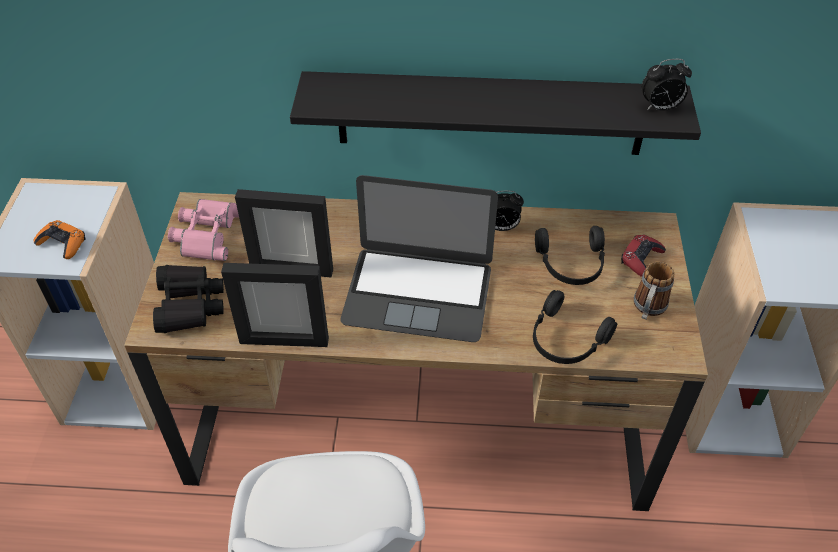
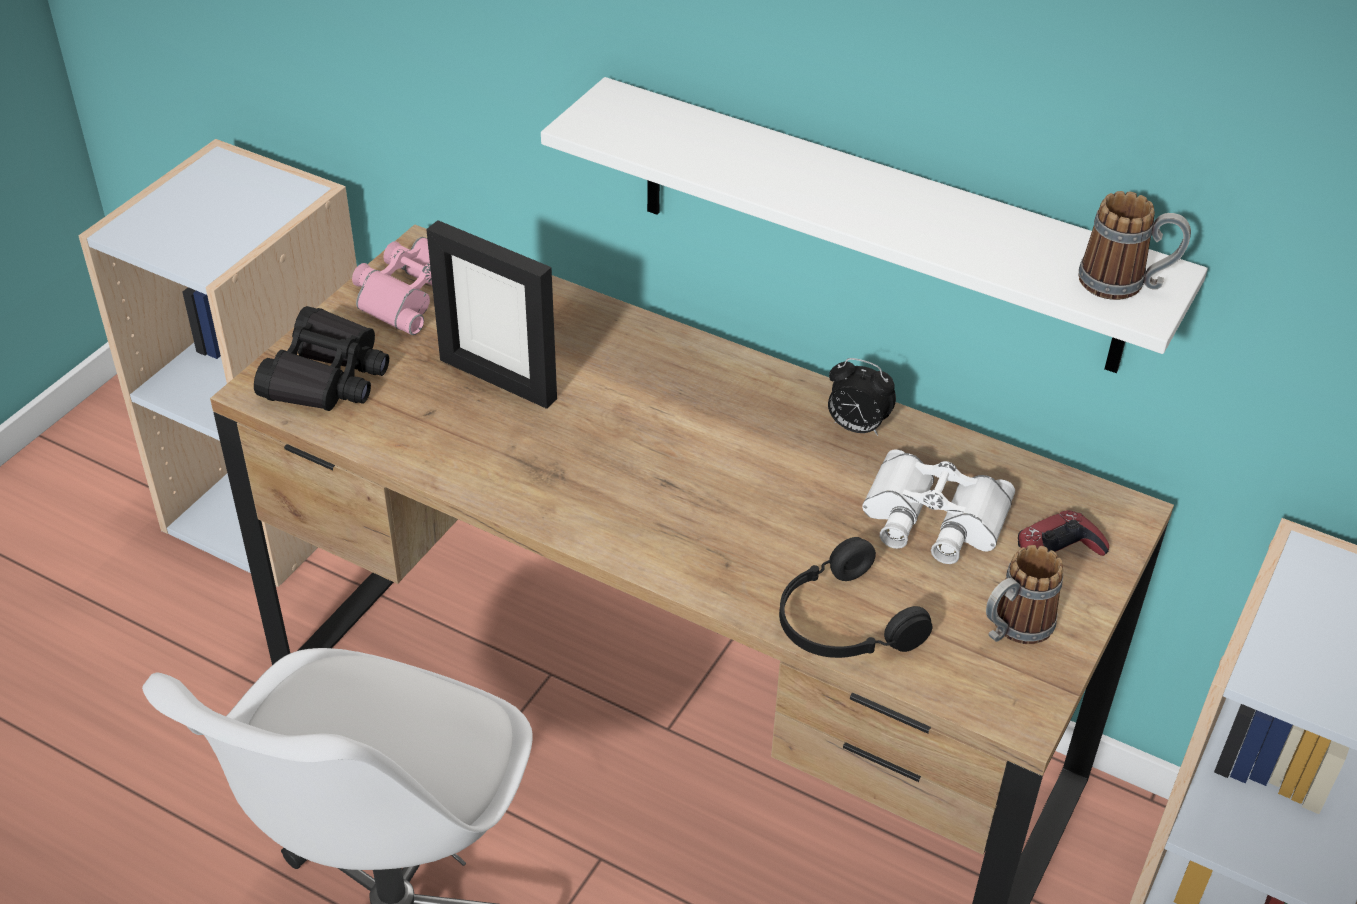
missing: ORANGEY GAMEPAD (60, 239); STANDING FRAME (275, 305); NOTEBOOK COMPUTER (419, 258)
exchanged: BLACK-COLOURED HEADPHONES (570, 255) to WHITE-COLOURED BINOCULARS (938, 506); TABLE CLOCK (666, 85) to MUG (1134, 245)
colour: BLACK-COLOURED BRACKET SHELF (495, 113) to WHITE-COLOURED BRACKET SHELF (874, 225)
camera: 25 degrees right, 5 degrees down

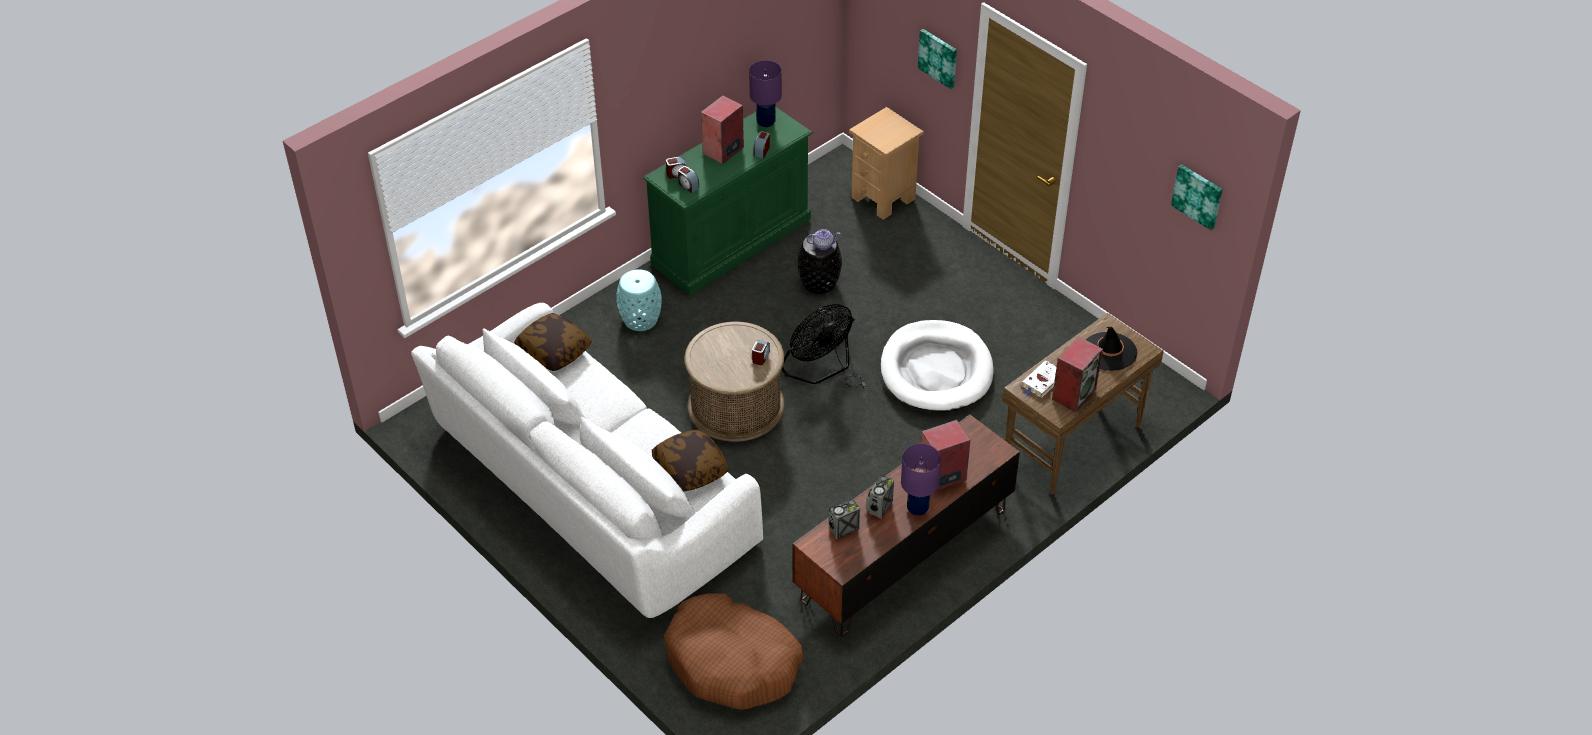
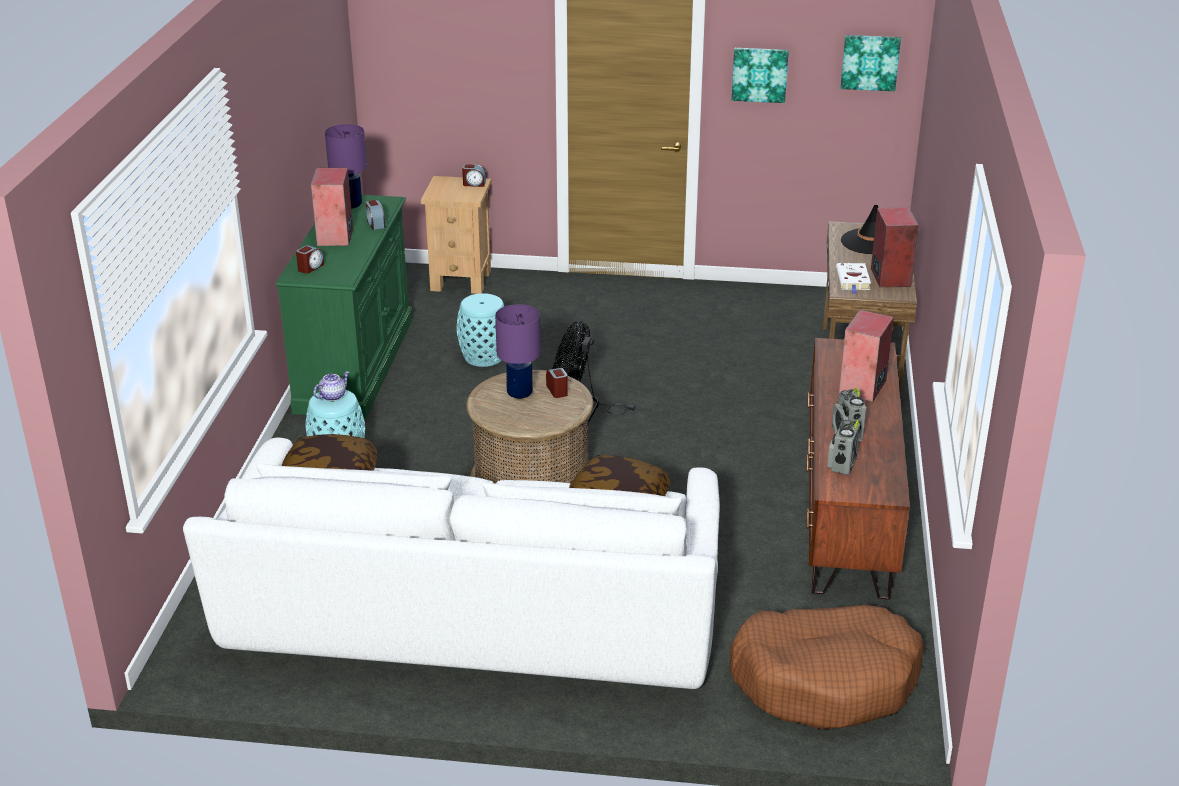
missing: WHITE-COLOURED DOG CUSHION (937, 366)
relocated: TABLE CLOCK (688, 179) to (474, 175); POT FOR TEA (823, 239) to (331, 386); PURPLE-COLOURED TABLE LAMP (921, 480) to (518, 351); WALL PICTURE (937, 59) to (760, 75)
colour: BLACK-COLOURED STOOL SEAT (820, 263) to TURQUOISE-COLOURED STOOL SEAT (480, 330)
camera: 40 degrees left, 15 degrees down

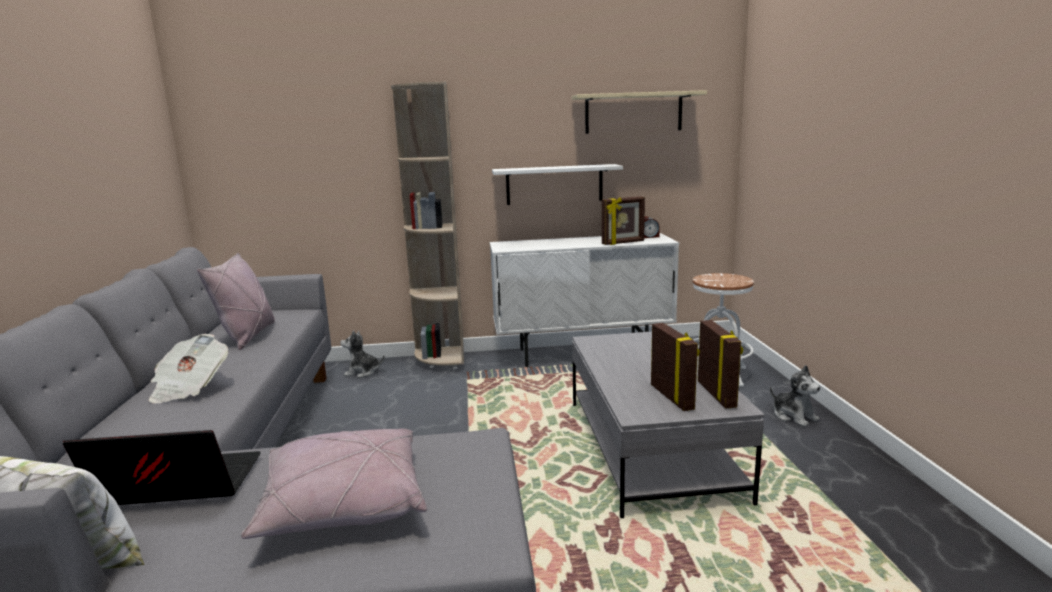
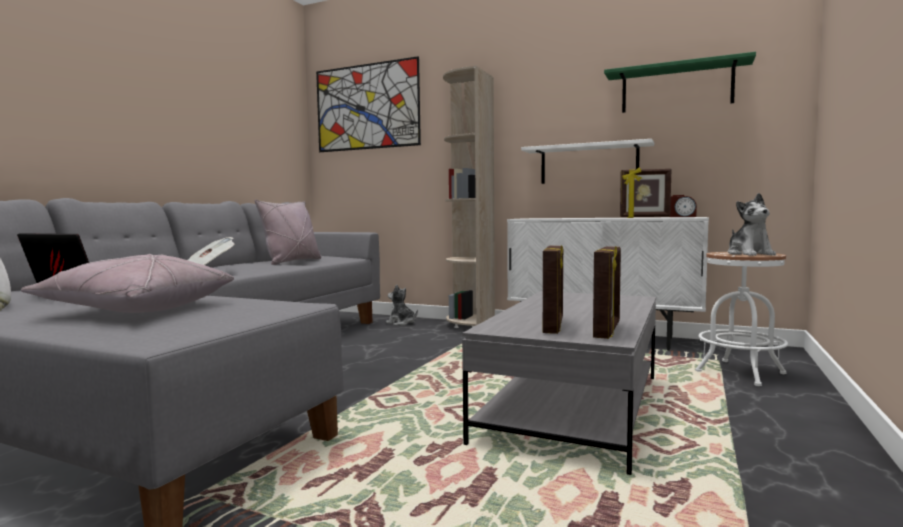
appeared: WALL PICTURE (368, 104)
relocated: PLUSH TOY (795, 396) to (752, 224)
colour: SAND-COLOURED BRACKET SHELF (639, 112) to GREENISH BRACKET SHELF (680, 82)
camera: 30 degrees right, 10 degrees down

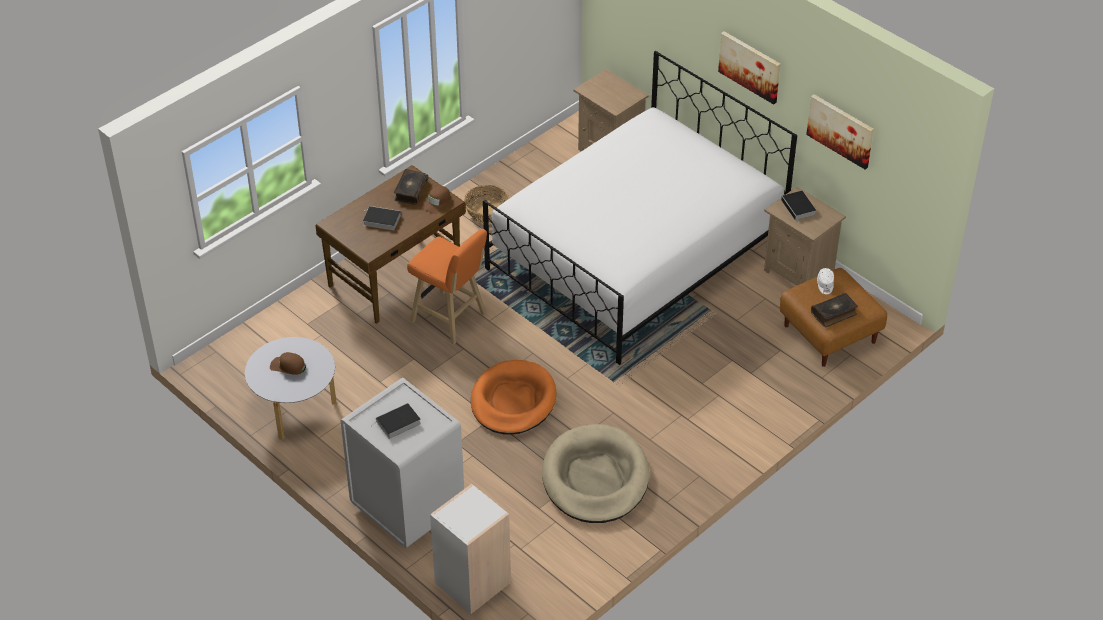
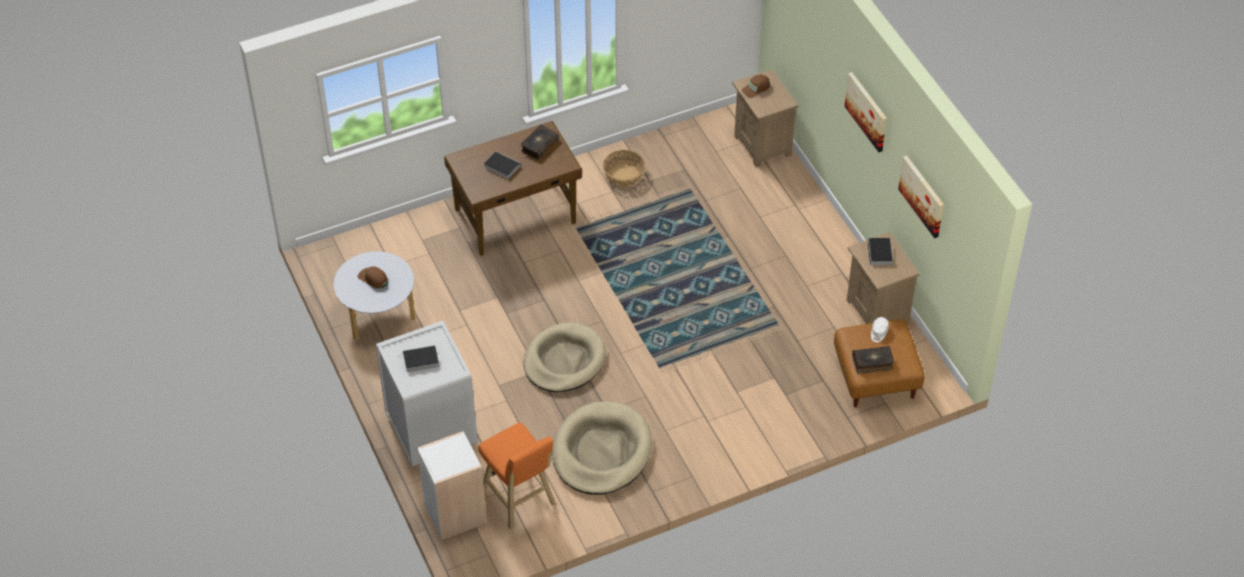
missing: WHITE-COLOURED SLEEPING BED (640, 208)
relocated: ORANGEY STOOL SEAT (447, 286) to (517, 476); BROWN-COLOURED PEAKED CAP (436, 200) to (756, 86)
colour: ORANGEY DOG CUSHION (514, 397) to SAND-COLOURED DOG CUSHION (564, 357)
camera: 20 degrees right, 5 degrees up

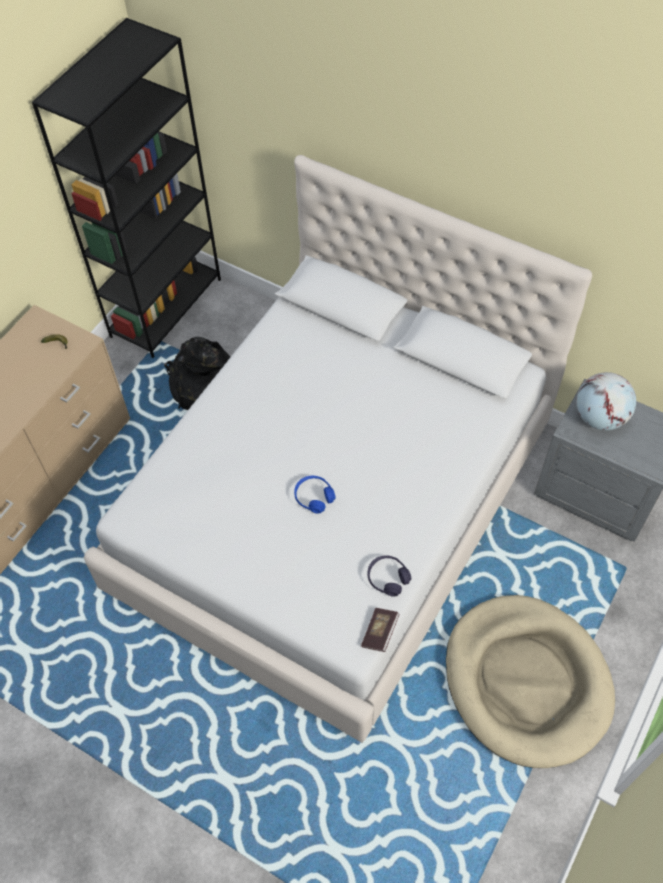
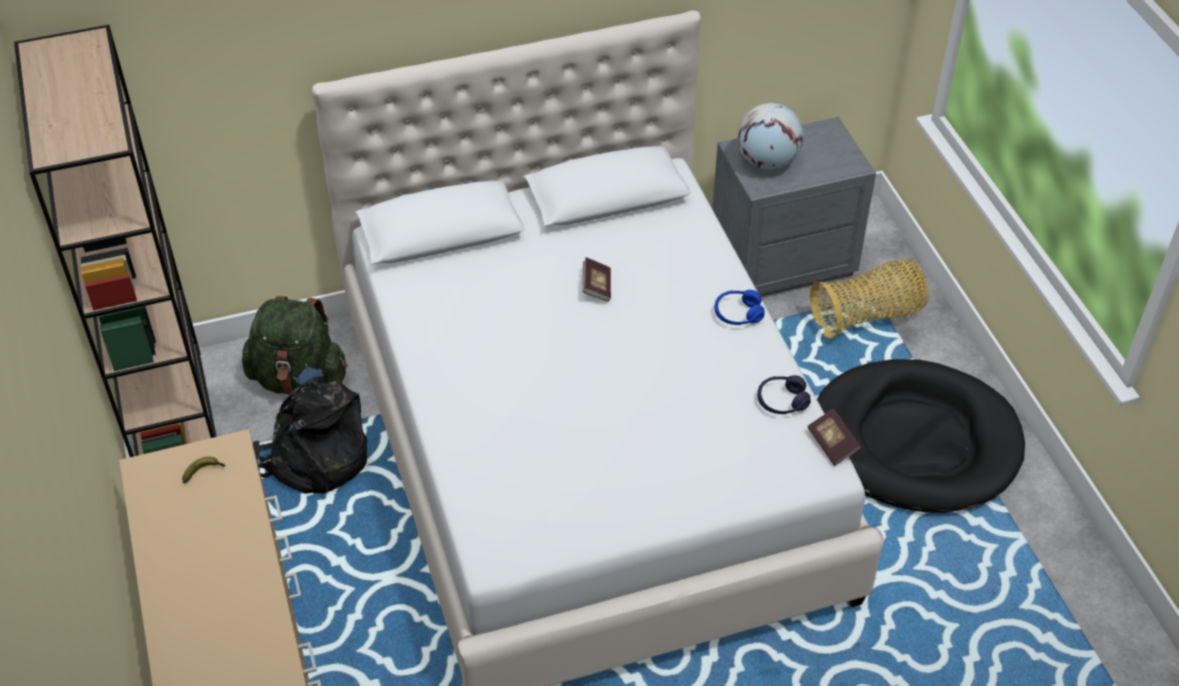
appeared: GREENISH RUCKSACK (295, 345); VOLUME (596, 279); BASKET (869, 298)
relocated: BLUE-COLOURED HEADPHONES (315, 495) to (740, 307)
colour: BLACK-COLOURED BOOKSHELF (126, 188) to SAND-COLOURED BOOKSHELF (115, 241); SAND-COLOURED DOG CUSHION (530, 681) to BLACK-COLOURED DOG CUSHION (921, 436)
camera: 50 degrees left, 10 degrees down

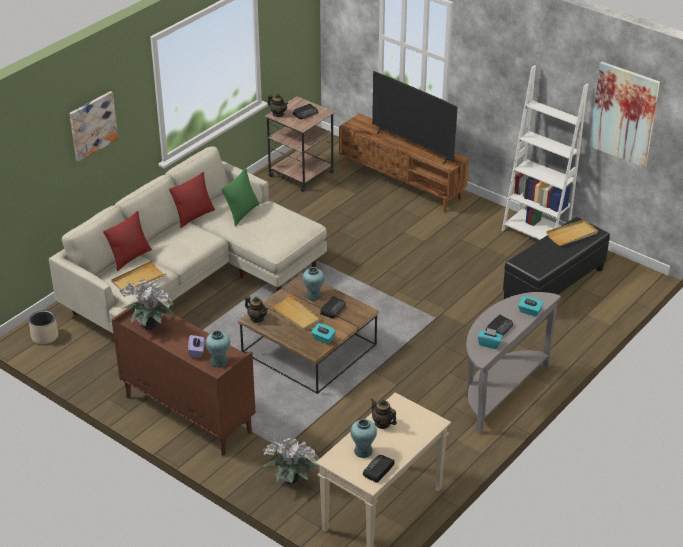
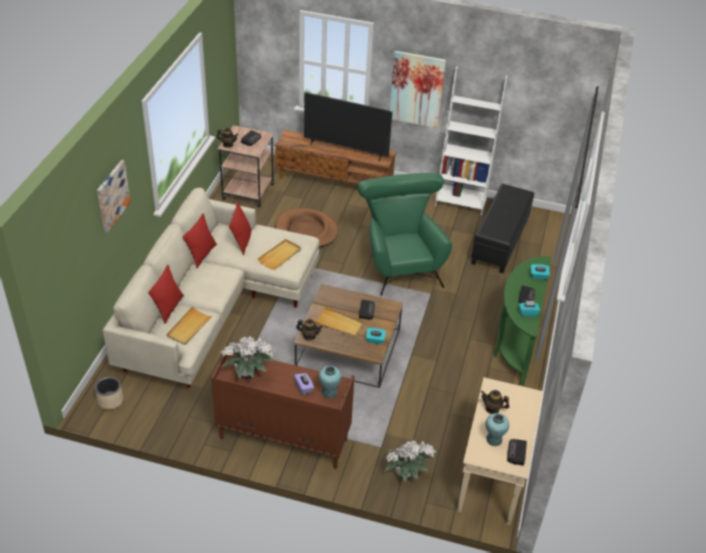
missing: TURQUOISE-COLOURED VASE (313, 283)
appeared: BROWN-COLOURED DOG CUSHION (306, 228); GREENISH ARMCHAIR (404, 234)
relocated: SAND-COLOURED TRAY (572, 232) to (279, 254); WALL PICTURE (624, 115) to (418, 89)
colour: GREENISH THROW PILLOW (240, 197) to RED THROW PILLOW (240, 228); GREYISH NARROW TABLE (513, 363) to GREENISH NARROW TABLE (522, 321)
camera: 25 degrees left, 5 degrees up

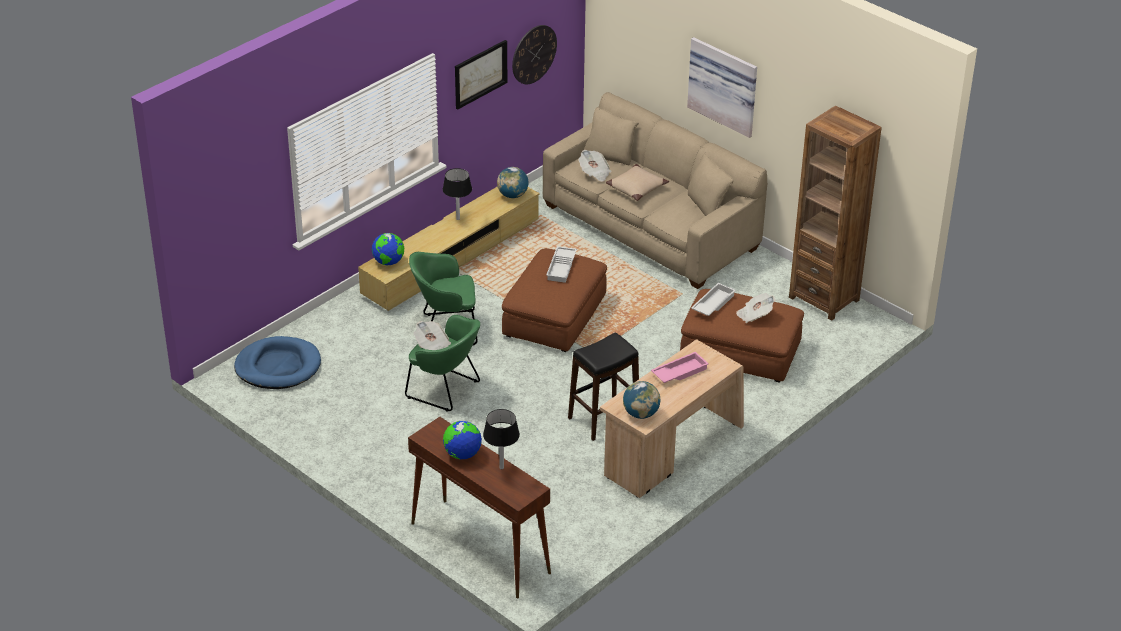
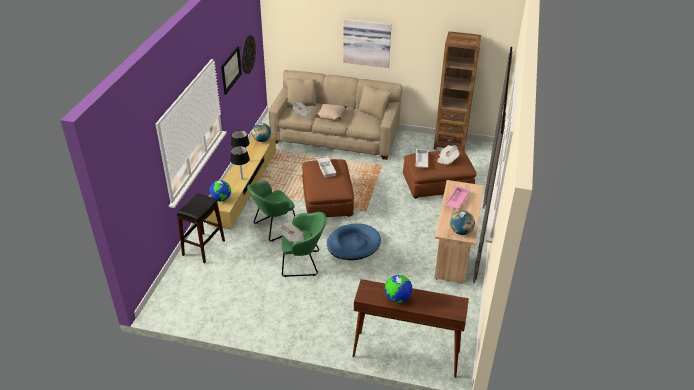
relocated: BLUE-COLOURED DOG CUSHION (277, 362) to (354, 242); BLACK-COLOURED TABLE LAMP (501, 439) to (240, 162); BLACK-COLOURED STOOL SEAT (603, 387) to (201, 228)
camera: 30 degrees left, 0 degrees up

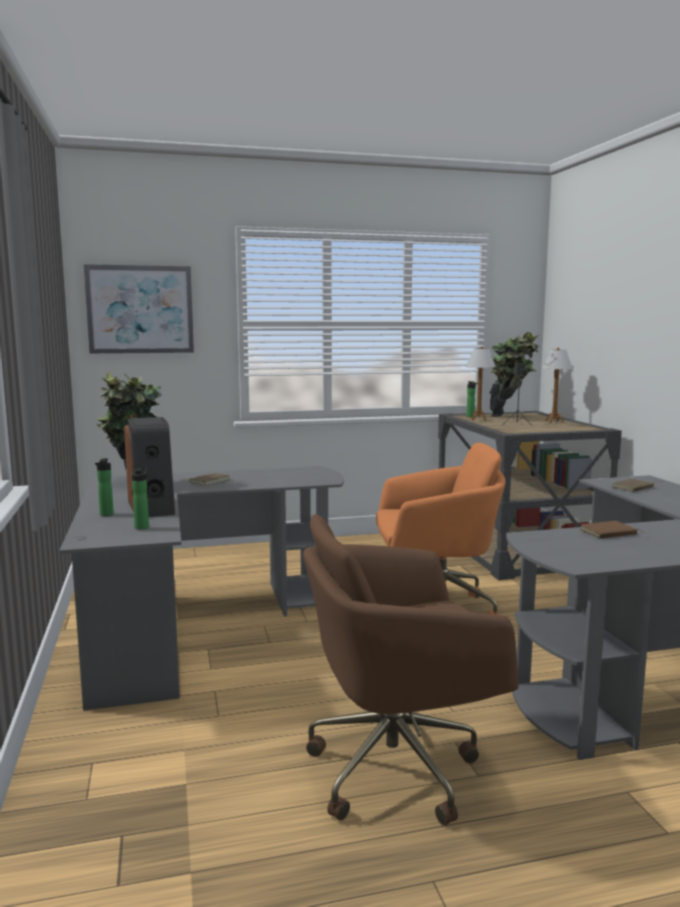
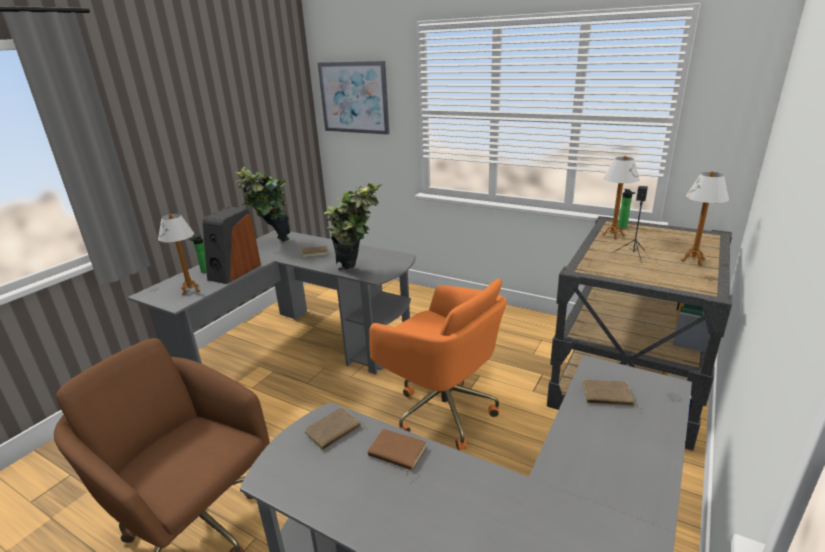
appeared: BROWN-COLOURED VOLUME (335, 428)
relocated: HOUSEPLANT (514, 374) to (353, 226)
exchanged: DRINK BOTTLE (140, 499) to TABLE LAMP (179, 254)
camera: 45 degrees right, 15 degrees up

